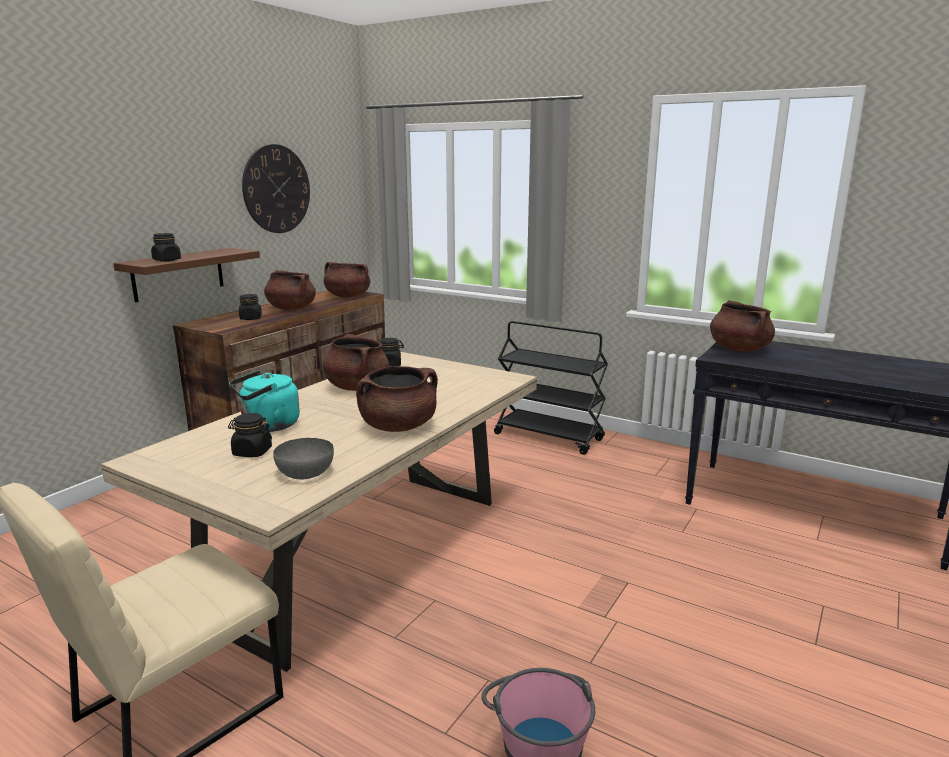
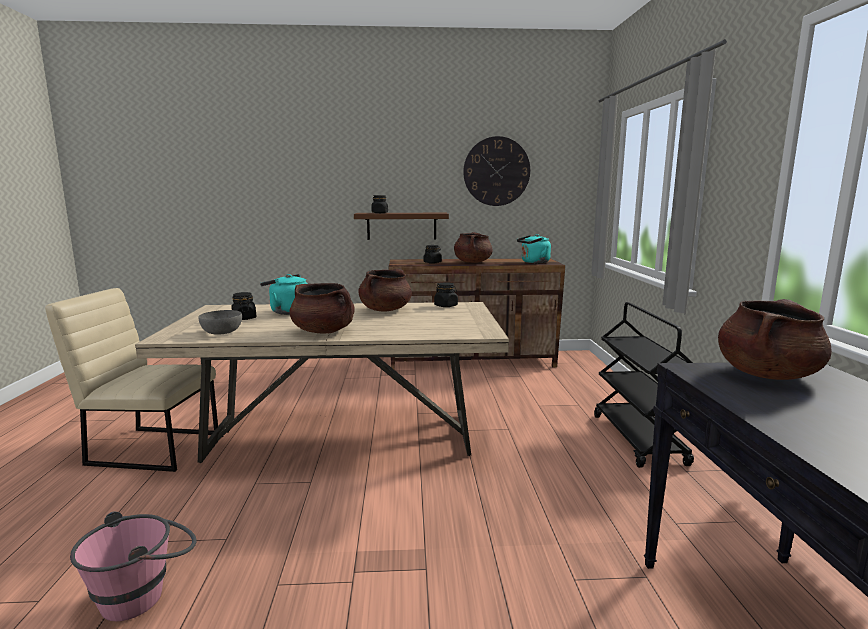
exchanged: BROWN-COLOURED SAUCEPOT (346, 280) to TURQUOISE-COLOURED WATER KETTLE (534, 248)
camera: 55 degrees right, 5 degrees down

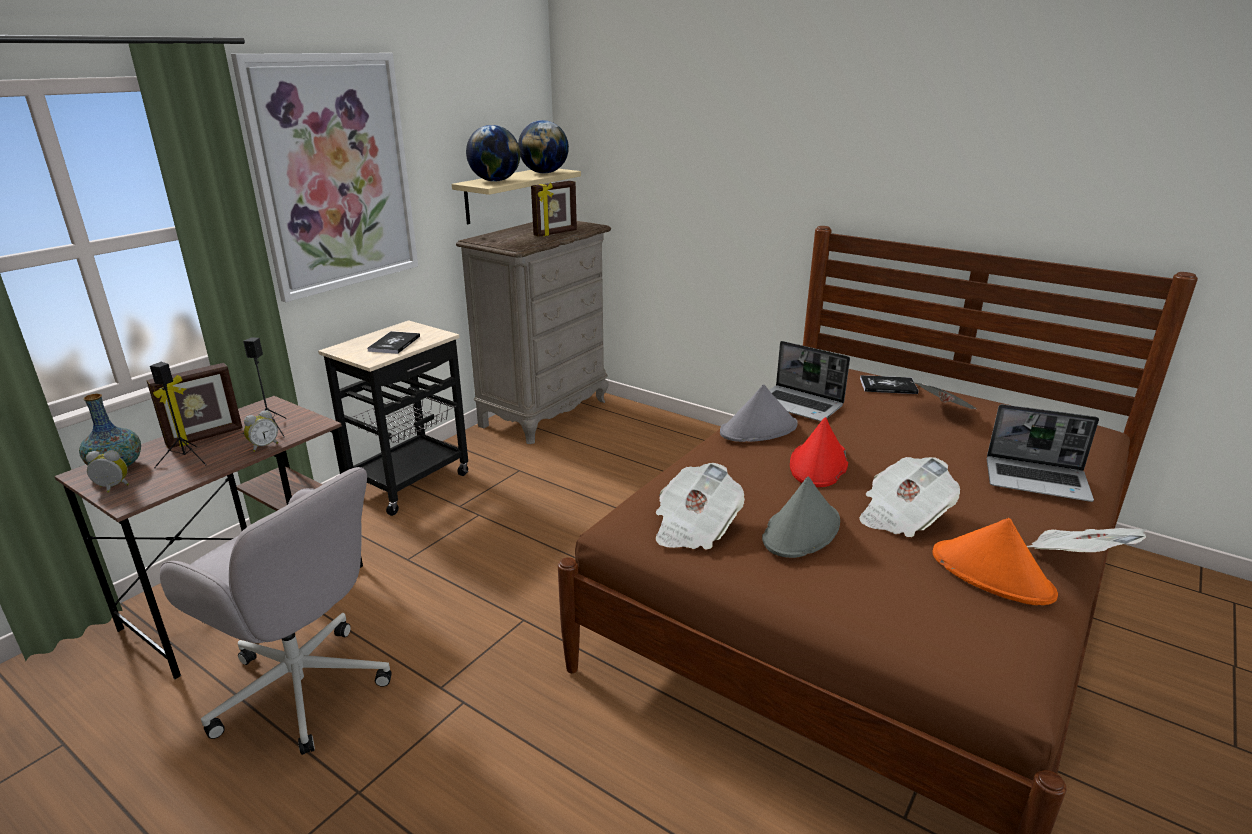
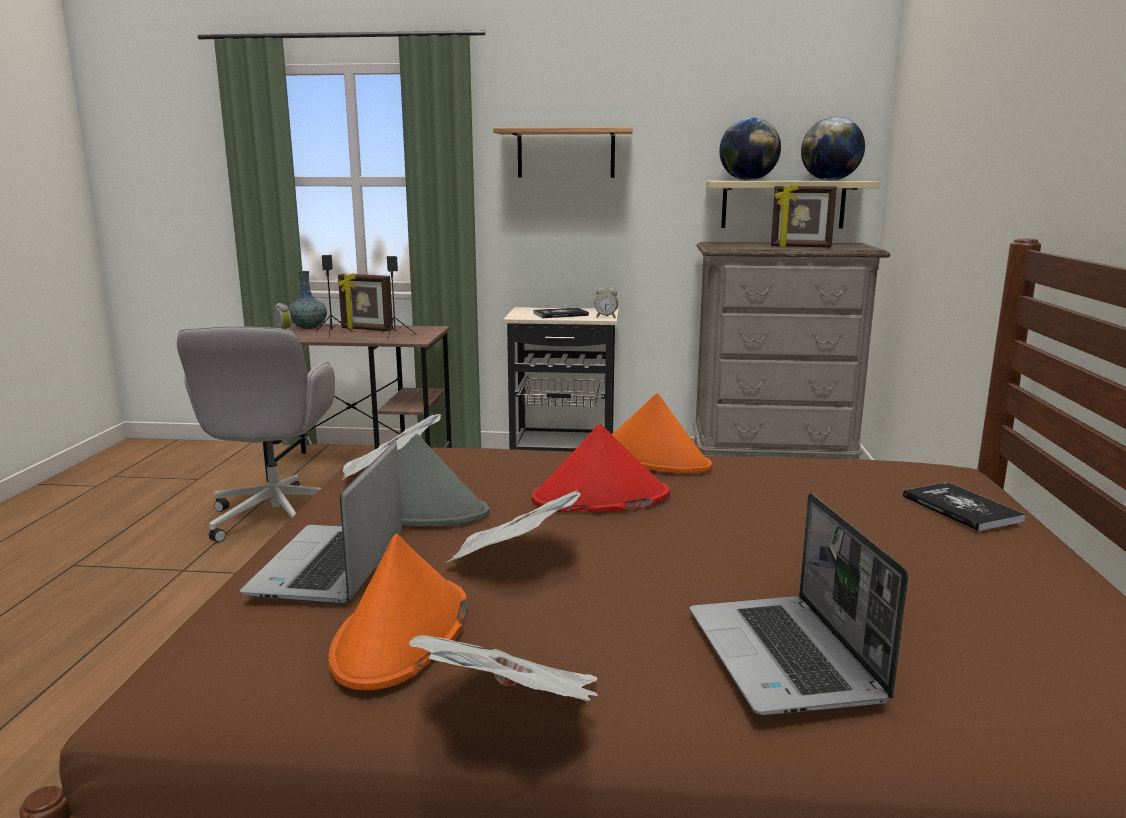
missing: NEWSPAPER (945, 395)
relocated: TABLE CLOCK (261, 431) to (606, 303); NOTEBOOK COMPUTER (809, 381) to (321, 522)
exchanged: WALL PICTURE (324, 177) to BRACKET SHELF (563, 152)
colour: GREYISH WEARABLE HAT (759, 413) to ORANGEY WEARABLE HAT (662, 433)
camera: 60 degrees right, 10 degrees down

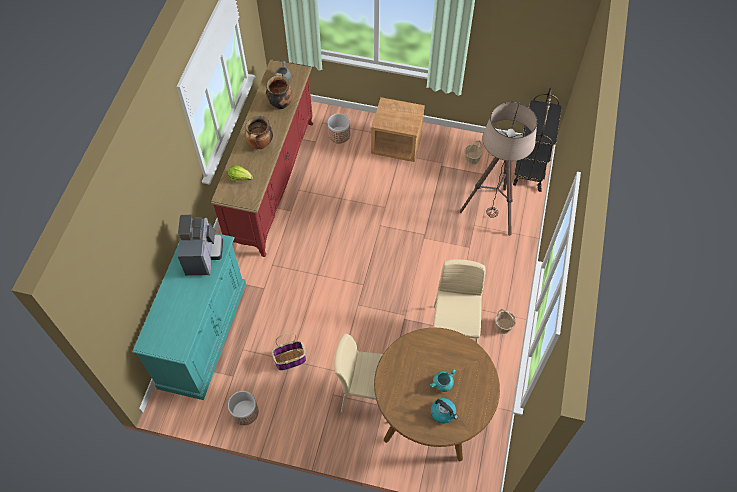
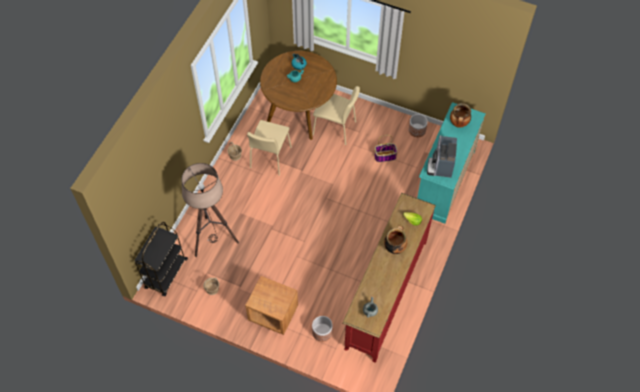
relocated: SAUCEPOT (279, 91) to (460, 115)
camera: 170 degrees left, 0 degrees up

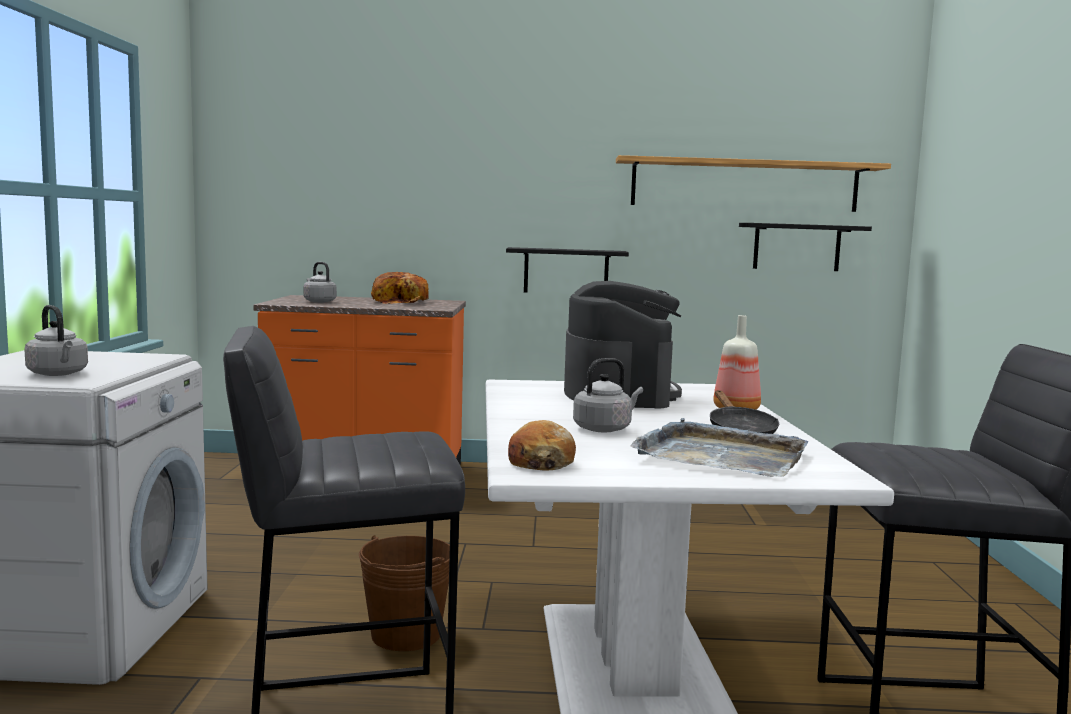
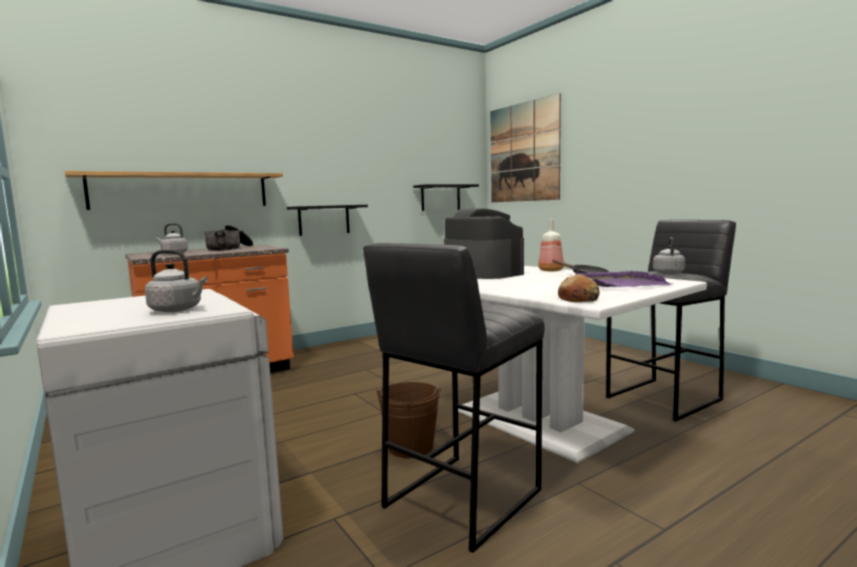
appeared: WALL PICTURE (525, 147)
relocated: GREYISH WATER KETTLE (608, 395) to (669, 255); BRACKET SHELF (753, 183) to (174, 190)
exchanged: BAKERY BREAD (400, 288) to SAUCEPOT (228, 237)
colour: GREYISH TRAY (719, 447) to PURPLE-COLOURED TRAY (624, 279)
camera: 35 degrees left, 0 degrees up

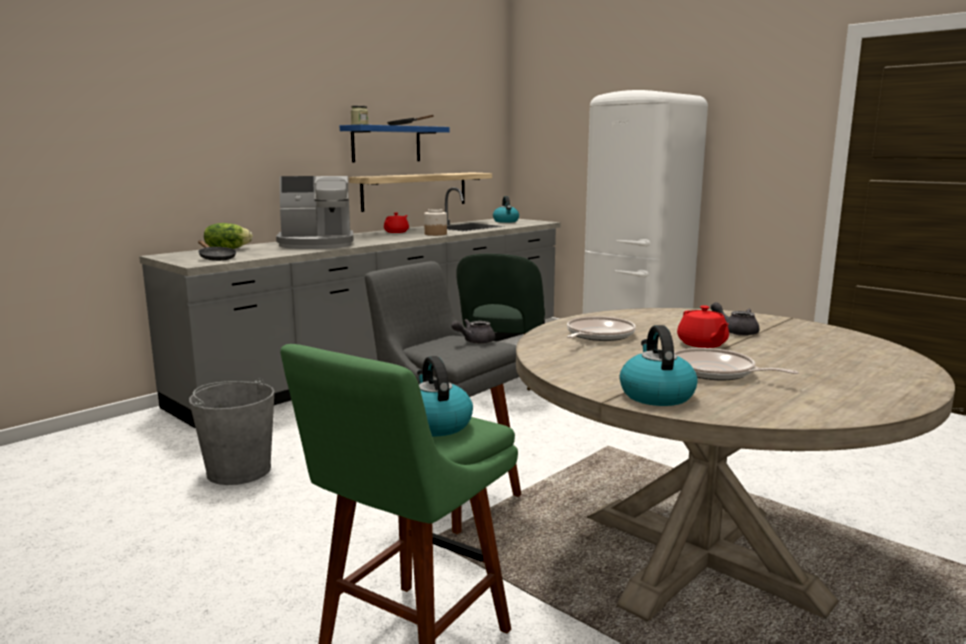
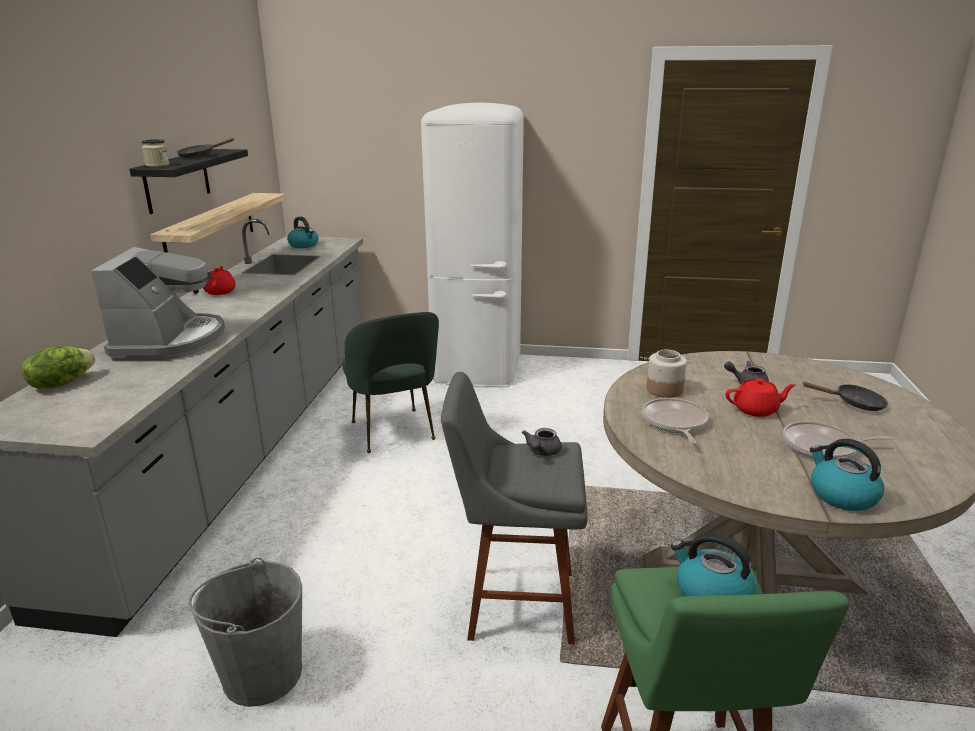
relocated: BLACK-COLOURED SKILLET (217, 250) to (845, 396); PRESERVE JAR (435, 222) to (667, 374)
colour: BLUE-COLOURED BRACKET SHELF (395, 143) to BLACK-COLOURED BRACKET SHELF (188, 181)
spun: COFFEE MACHINE (315, 212) = (158, 303) 45 degrees counterclockwise; RED POT FOR TEA (703, 326) = (761, 397) 45 degrees counterclockwise
camera: 35 degrees left, 10 degrees up

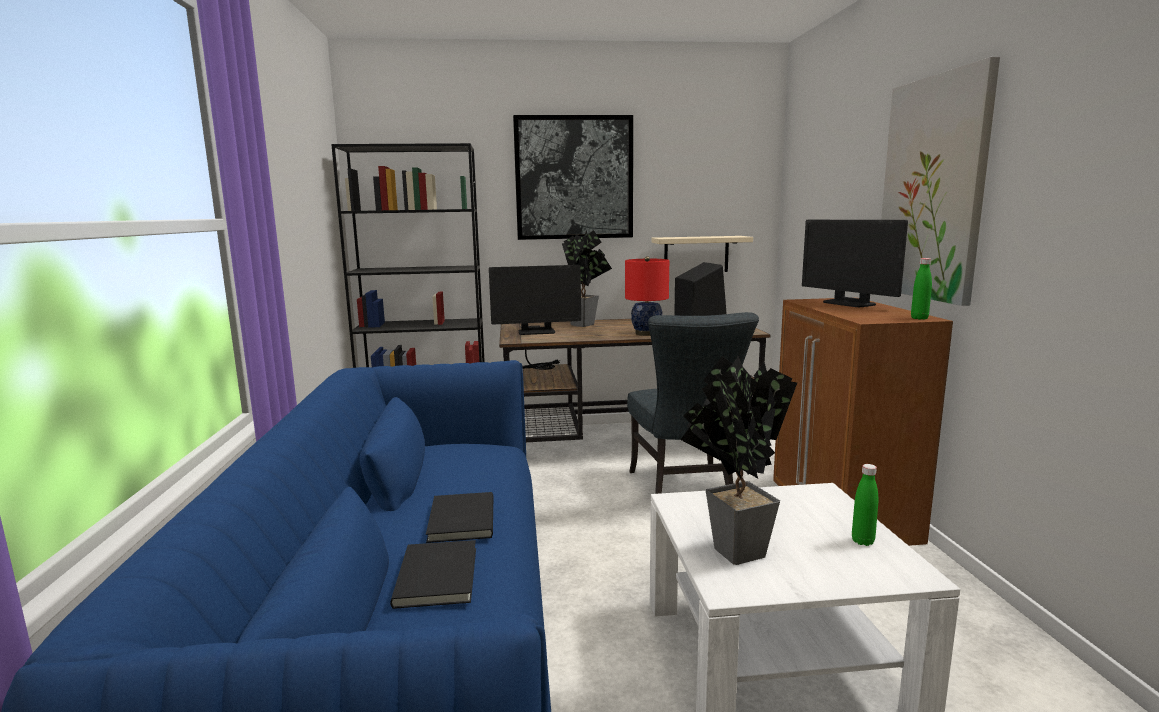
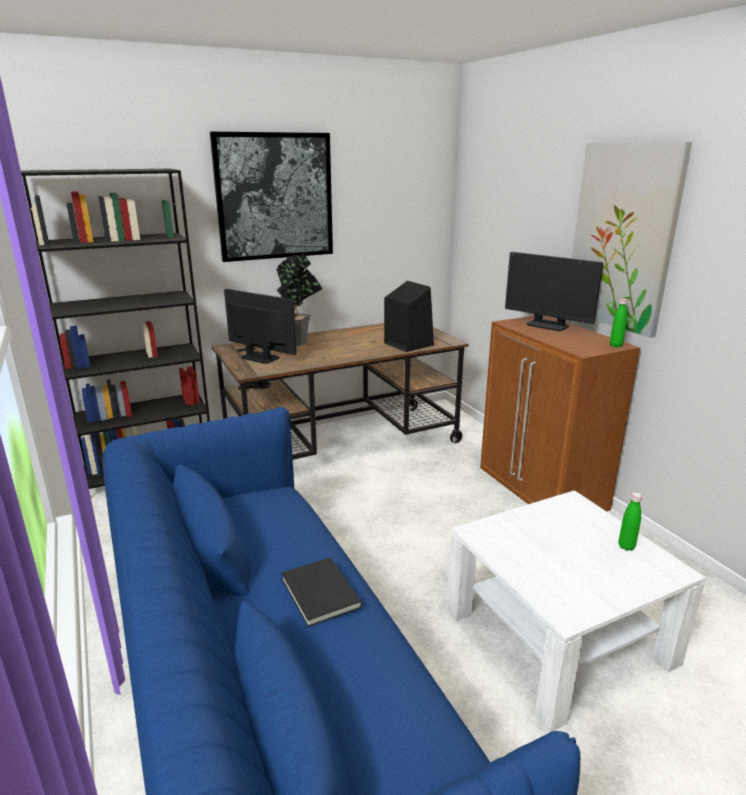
missing: BLACK-COLOURED VOLUME (433, 574); RED TABLE LAMP (647, 296); GREYISH UPRIGHT CHAIR (693, 403); SAND-COLOURED BRACKET SHELF (702, 254); HOUSEPLANT (739, 460)
spun: MONITOR (535, 300) = (260, 326) 120 degrees counterclockwise
camera: 20 degrees left, 10 degrees up

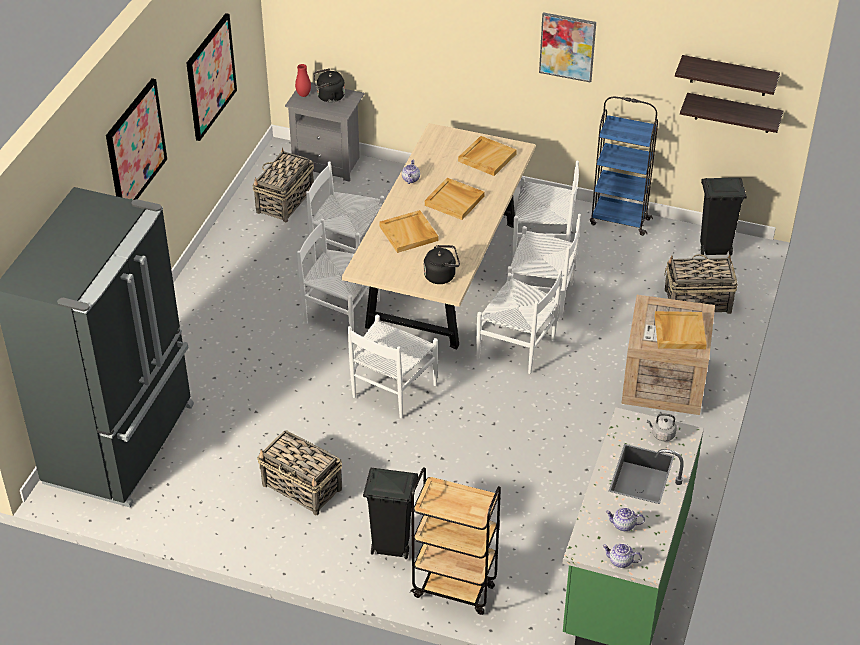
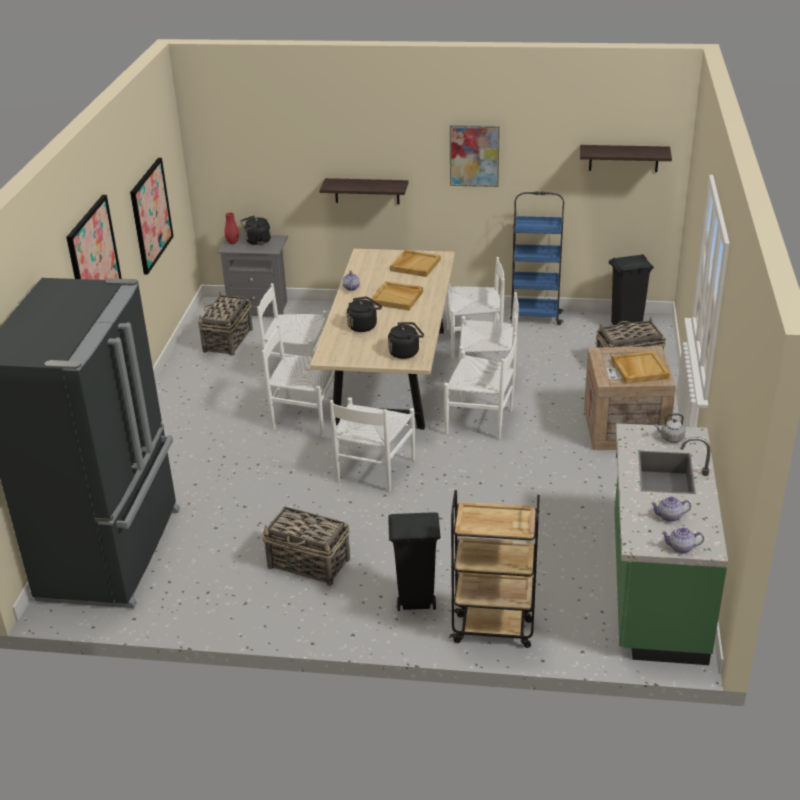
relocated: BRACKET SHELF (731, 113) to (364, 191)
exchanged: SAND-COLOURED TRAY (408, 231) to BLACK-COLOURED WATER KETTLE (364, 314)
camera: 10 degrees left, 10 degrees down

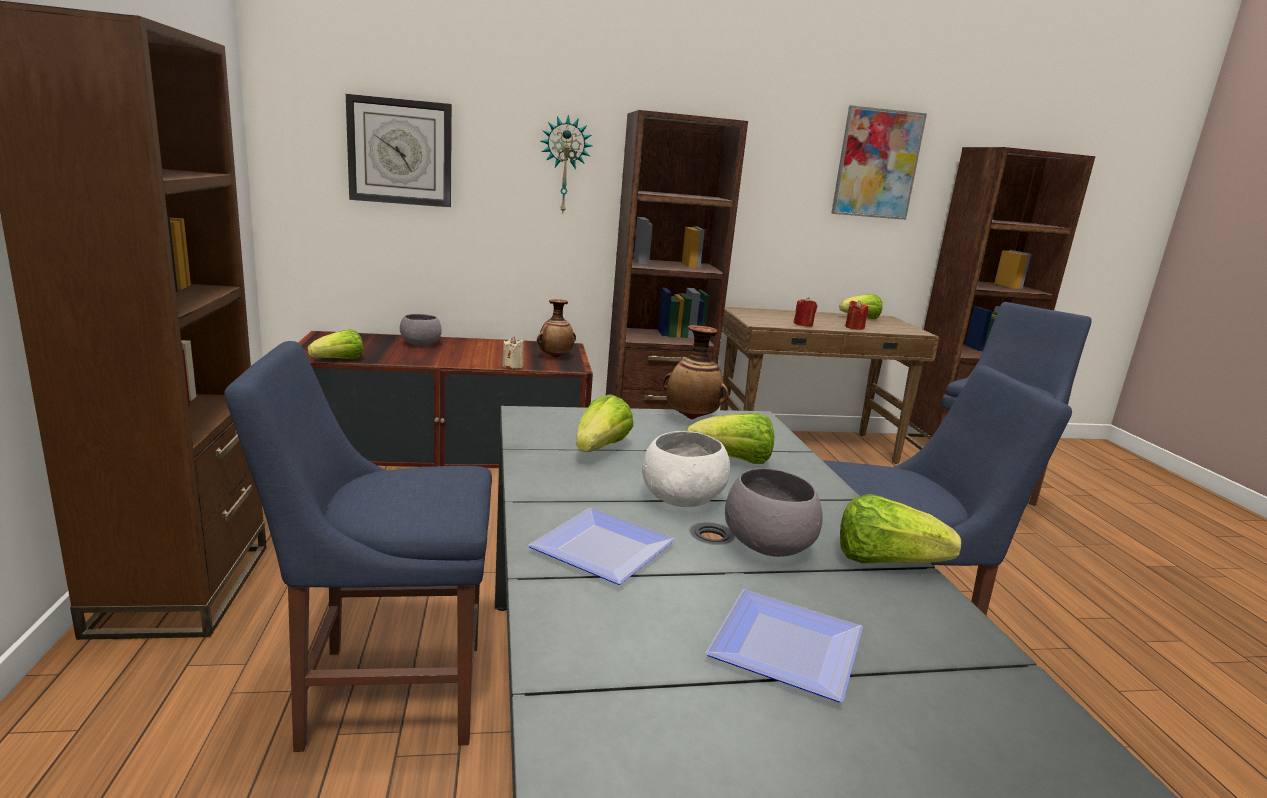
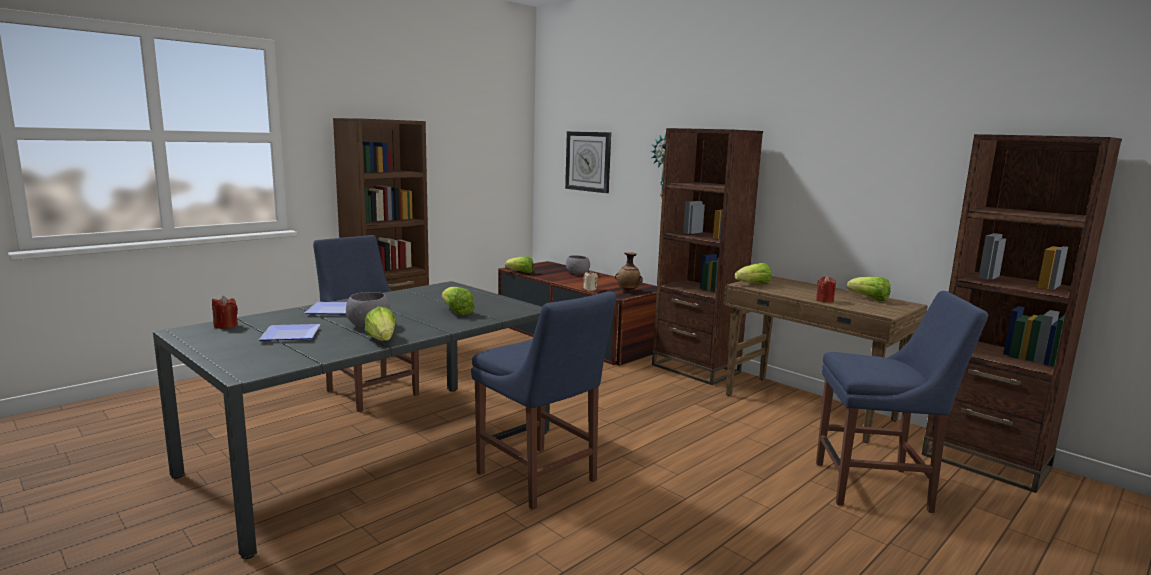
missing: WHITE-COLOURED BOWL (686, 469); VASE (696, 372); WALL PICTURE (879, 162)
relocated: HEAD OF LETTUCE (604, 423) to (753, 274); RED WAX CANDLE (805, 312) to (225, 312)
camera: 55 degrees right, 5 degrees down

